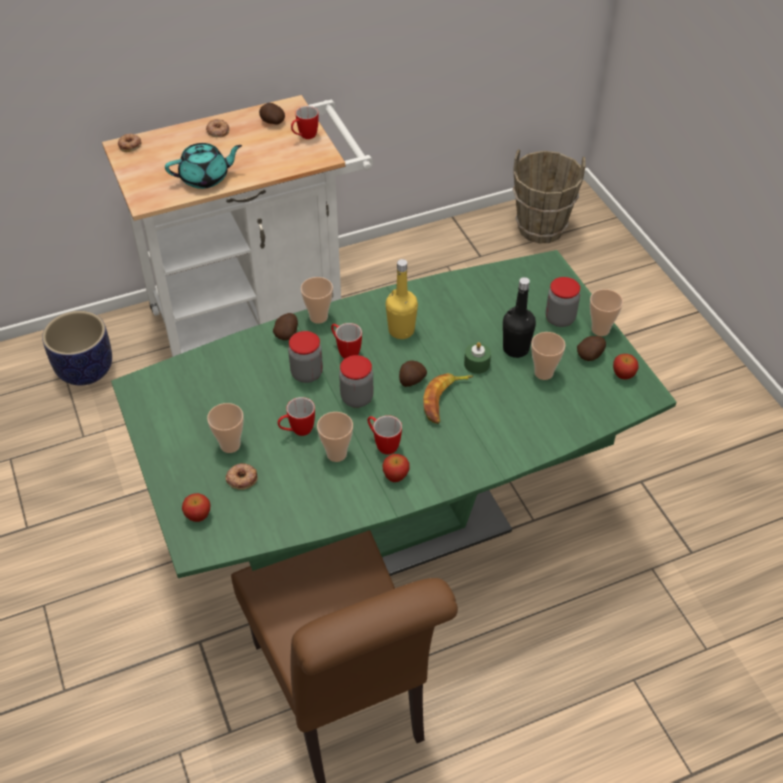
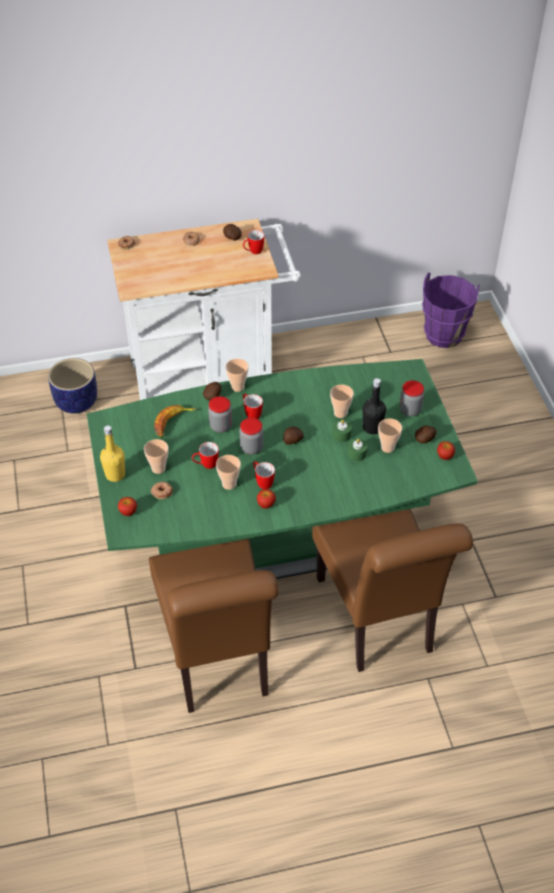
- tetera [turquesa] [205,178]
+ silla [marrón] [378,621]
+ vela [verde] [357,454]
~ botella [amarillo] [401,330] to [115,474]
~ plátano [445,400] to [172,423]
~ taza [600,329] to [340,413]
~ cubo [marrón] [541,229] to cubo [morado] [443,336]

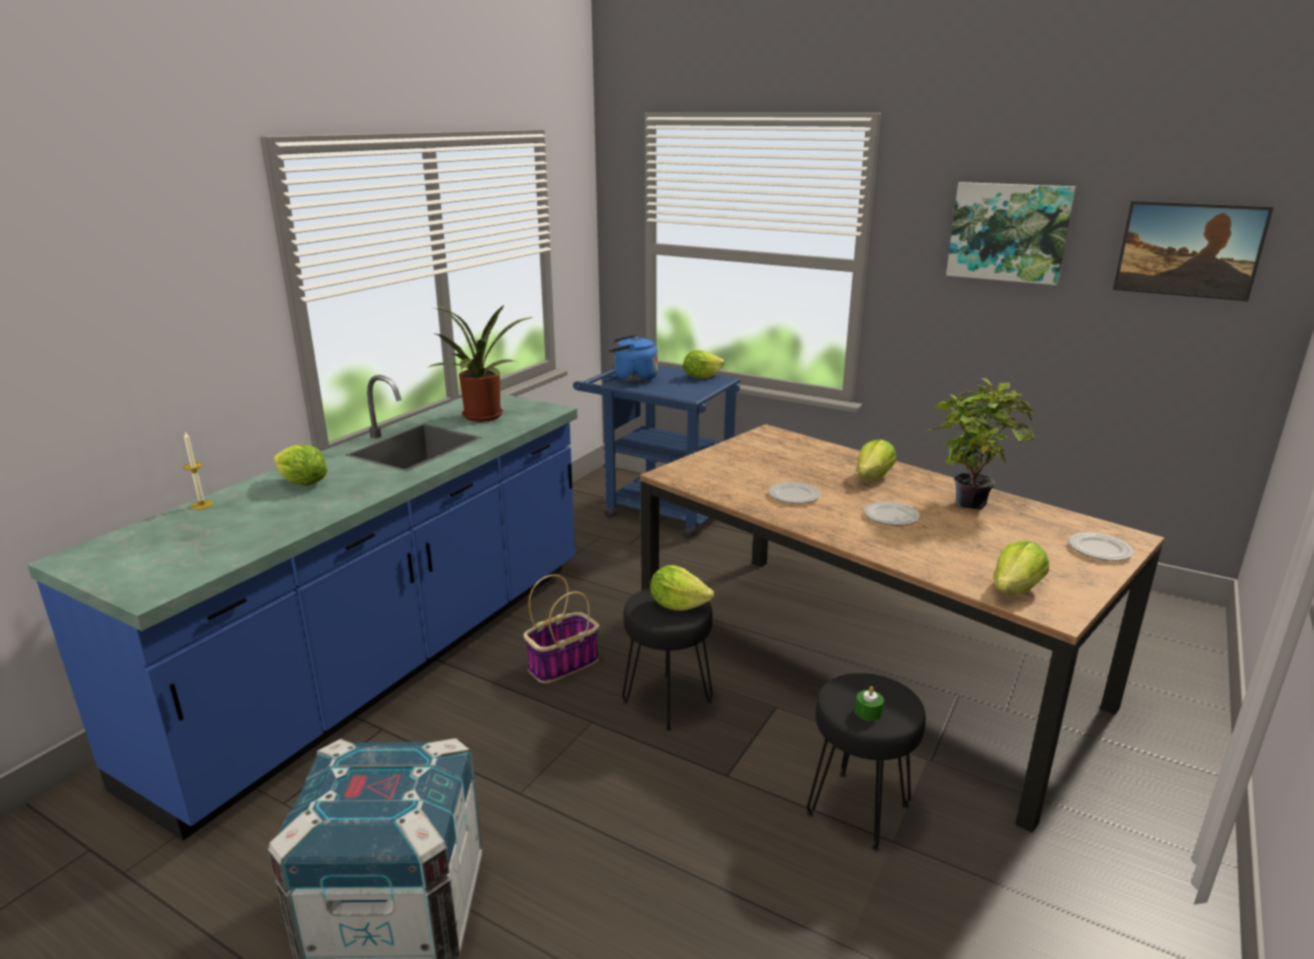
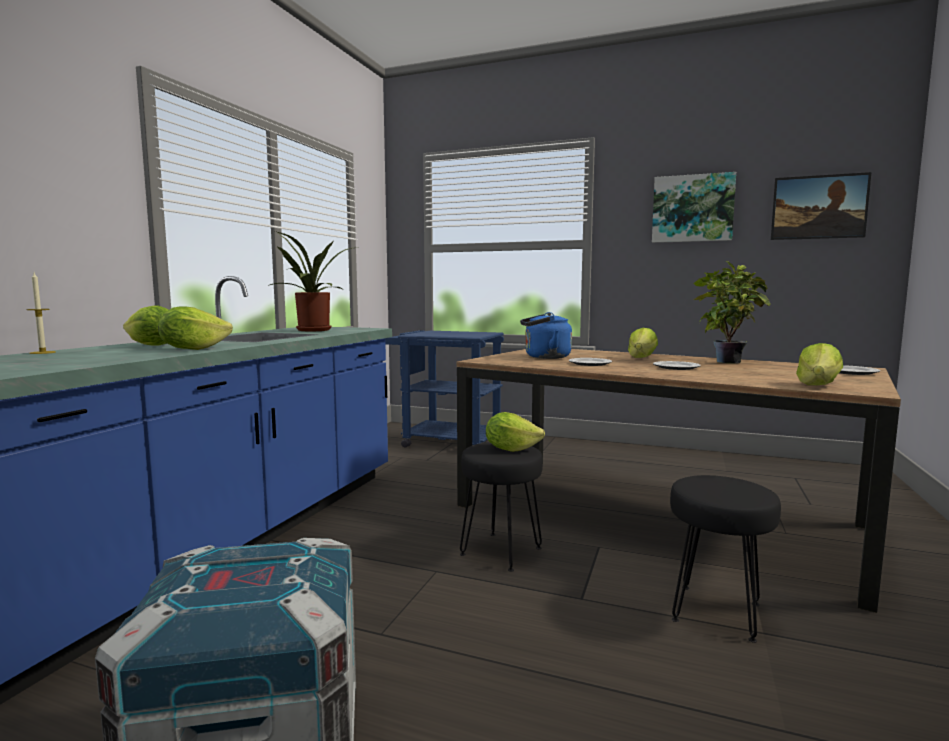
- cesta [563,664]
- vela [verde] [868,712]
~ hervidor [azul] [632,378] to [544,357]
~ lechuga [701,377] to [193,349]

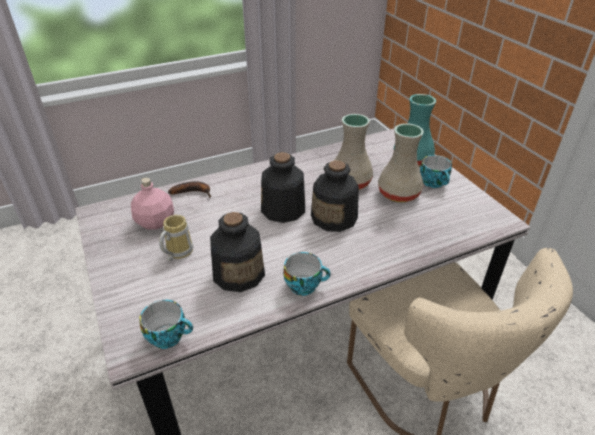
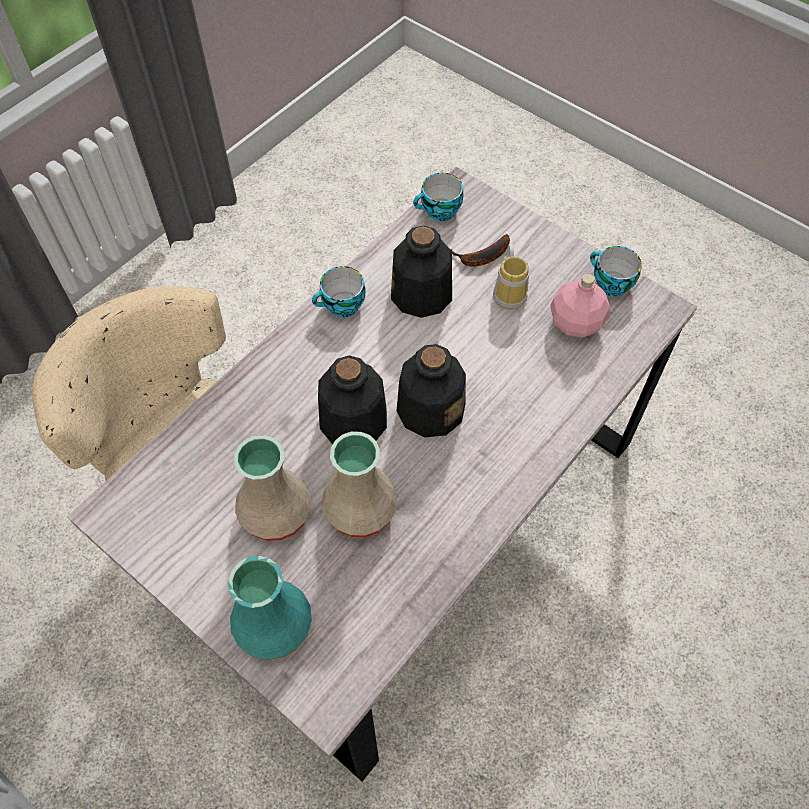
~ plátano [194,192] to [482,257]
~ taza [434,183] to [609,284]

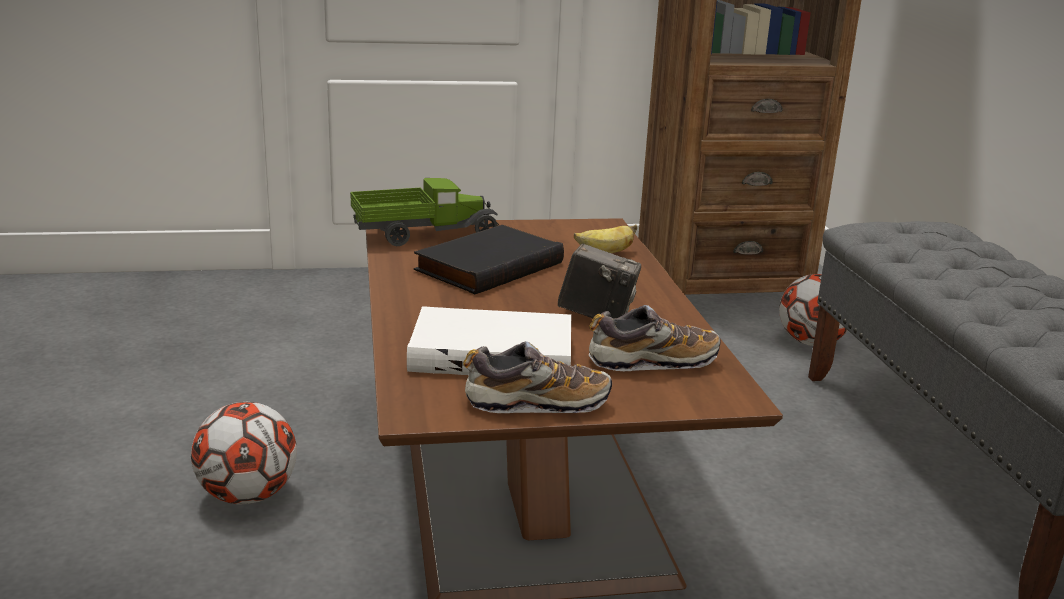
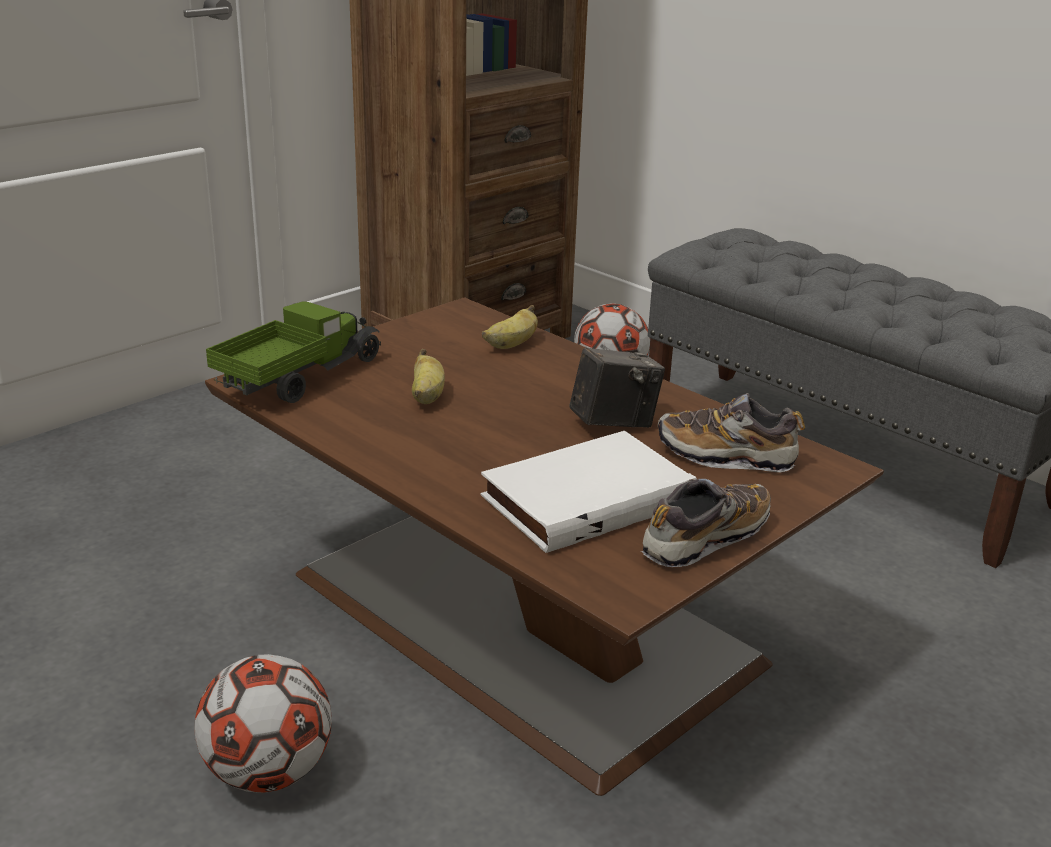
~ libro [negro] [488,266] to plátano [427,397]
~ zapato [652,362] = [726,456] 120 degrees counterclockwise

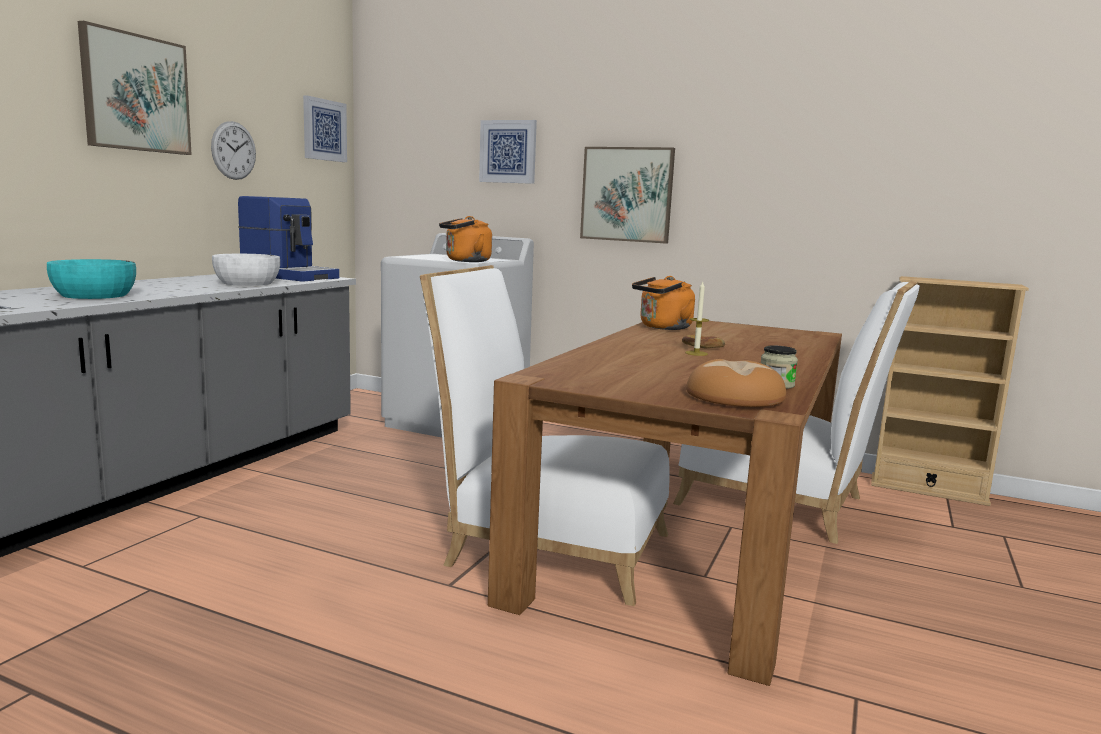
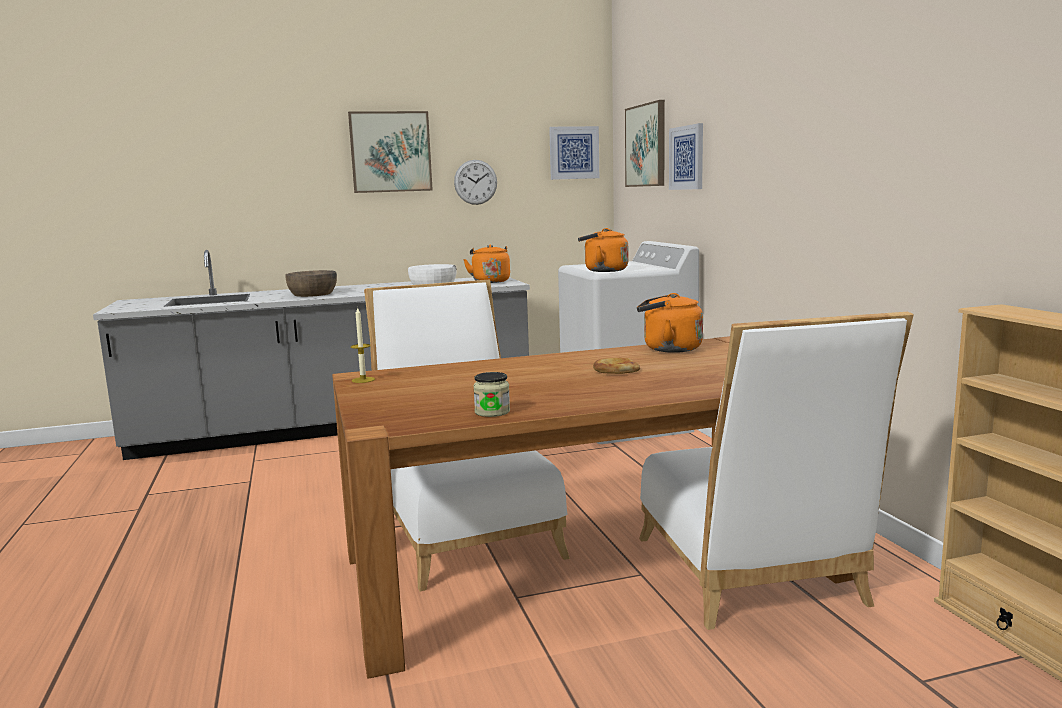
- pan [735,396]
~ cuadro [627,194] to [646,145]
~ vela [696,353] to [363,380]
~ cafetera [290,276] to hervidor [naranja] [490,281]
~ cuenco [turquesa] [94,295] to cuenco [marrón] [313,294]

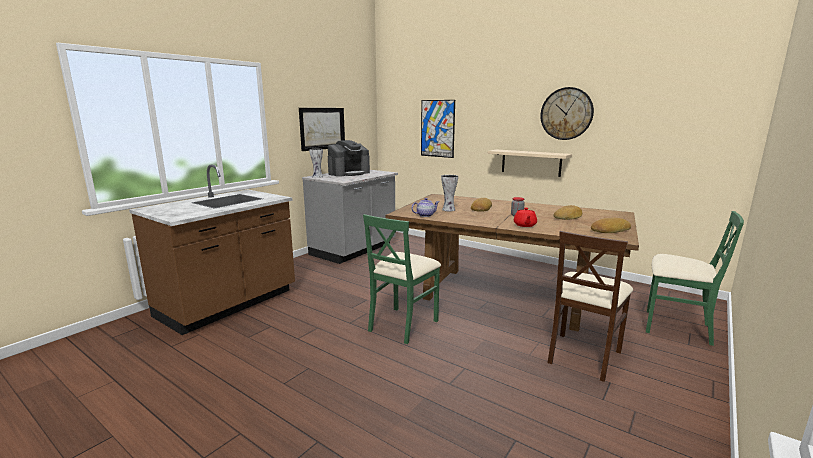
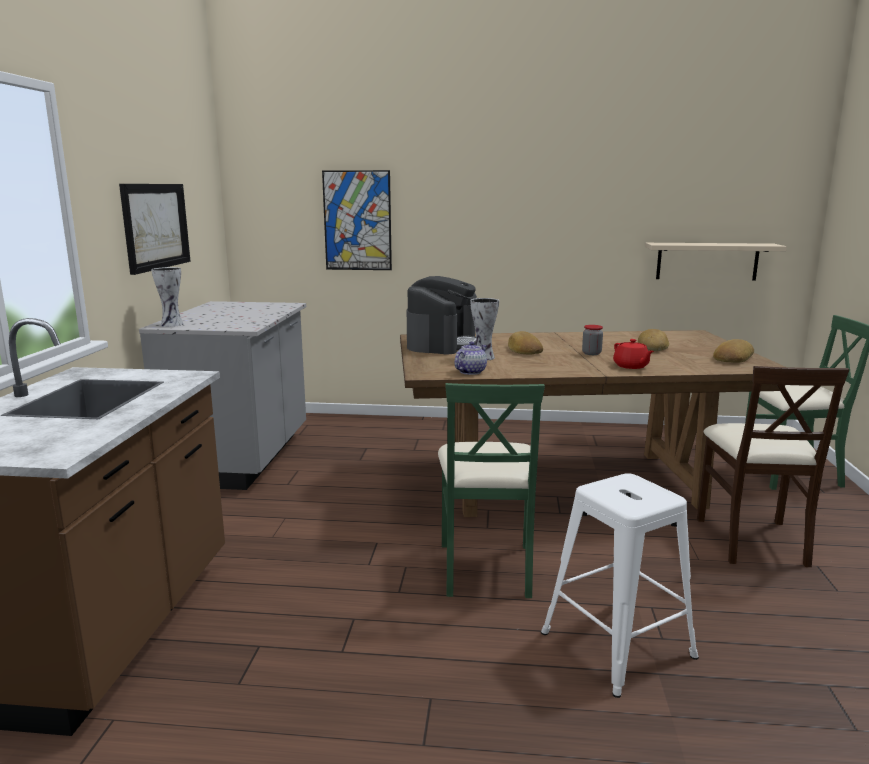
- reloj de pared [566,113]
+ taburete [blanco] [619,645]
~ cafetera [349,173] to [442,344]
~ estante [beis] [531,162] to [707,261]

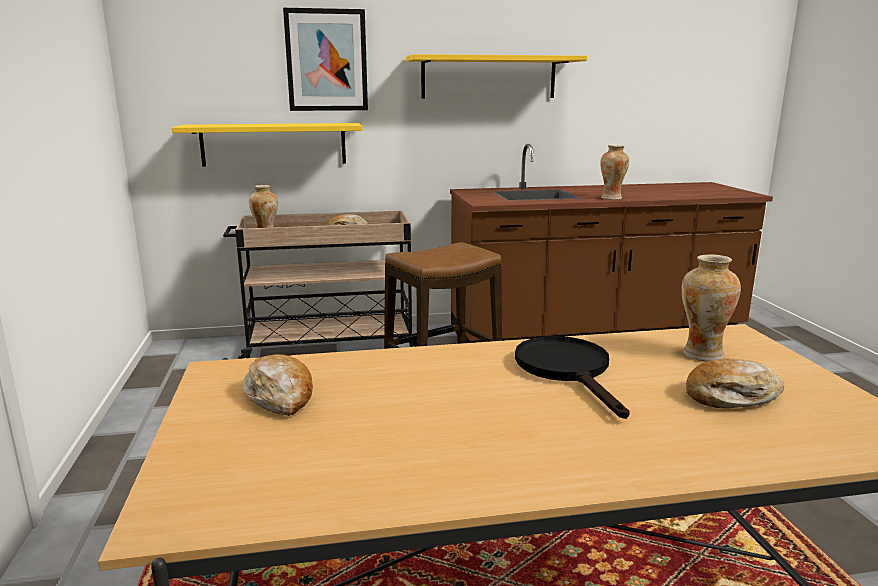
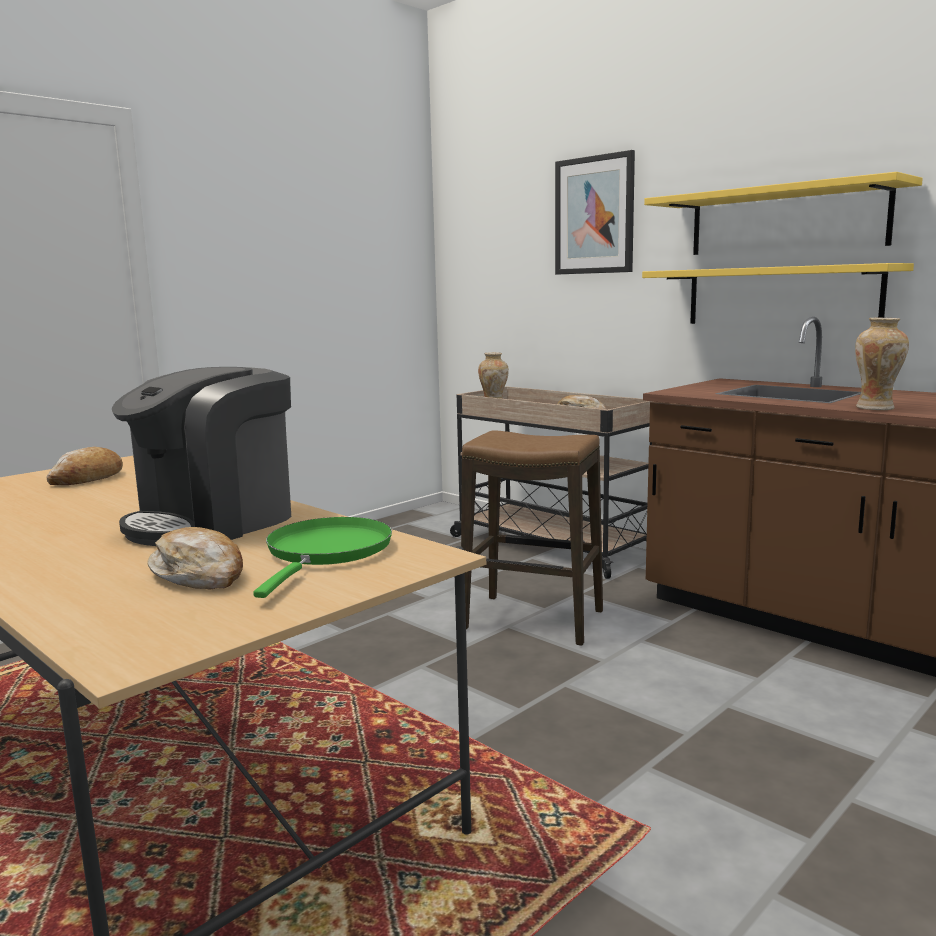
~ estante [amarillo] [274,144] to [781,296]
~ sartén [negro] [568,370] to cafetera [214,521]
~ florero [701,354] to sartén [verde] [326,552]

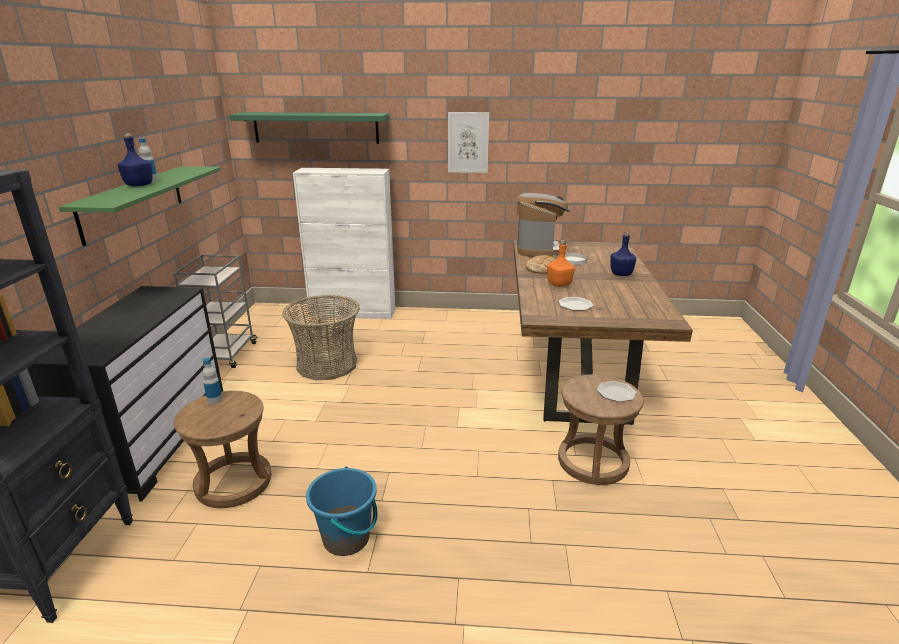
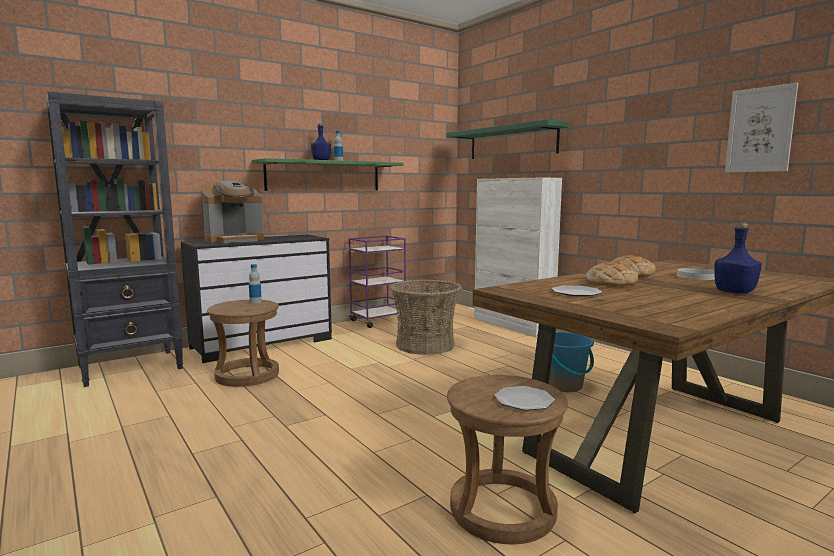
~ cubo [azul] [347,538] to [564,386]
~ cuadro [468,142] to [760,130]
~ cafetera [539,249] to [234,240]
~ botella [naranja] [559,284] to pan [610,282]
~ carrito [gris] [226,355] to carrito [morado] [378,321]

